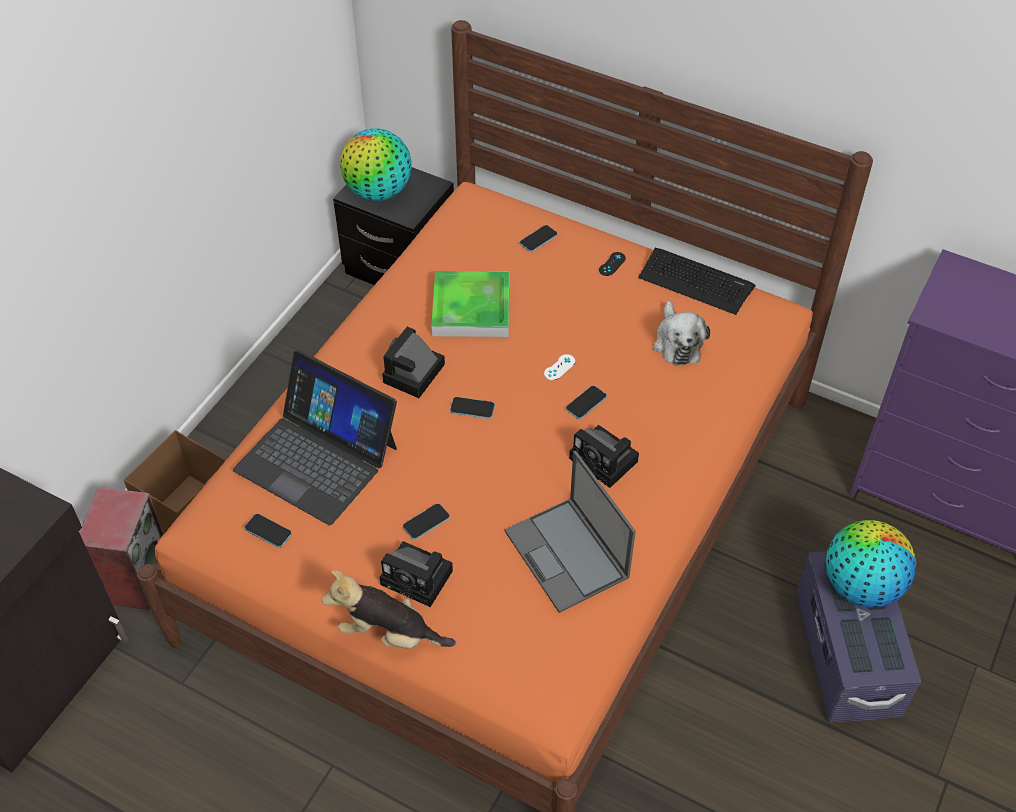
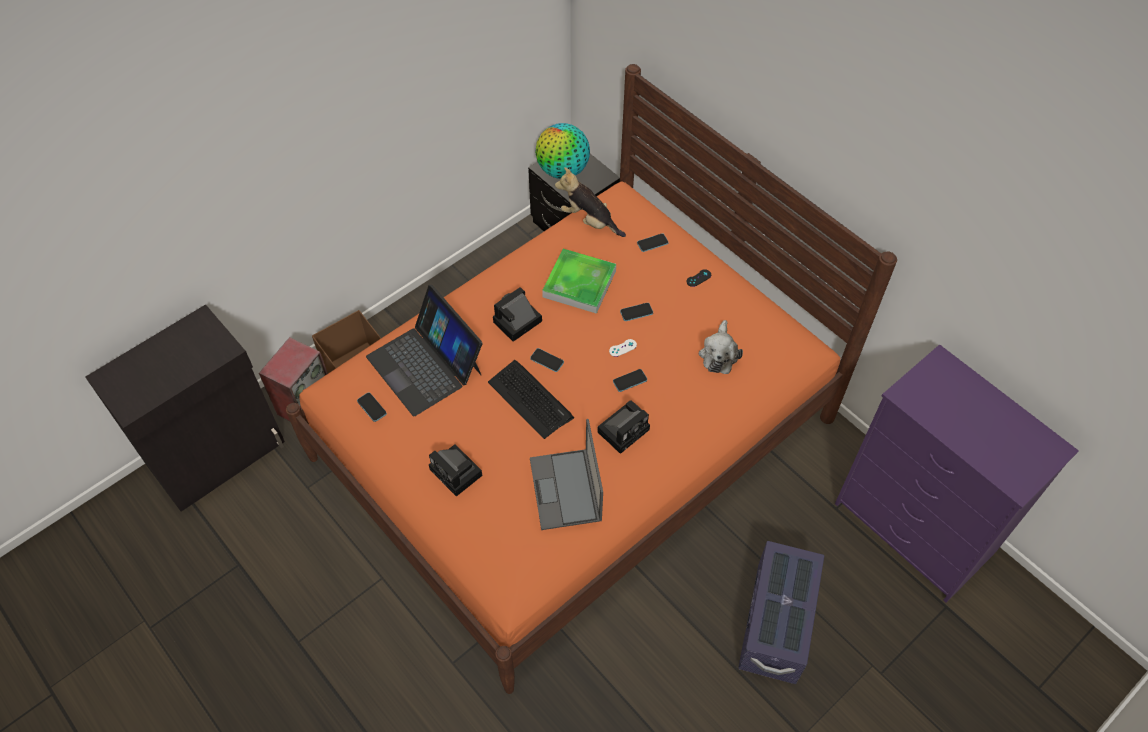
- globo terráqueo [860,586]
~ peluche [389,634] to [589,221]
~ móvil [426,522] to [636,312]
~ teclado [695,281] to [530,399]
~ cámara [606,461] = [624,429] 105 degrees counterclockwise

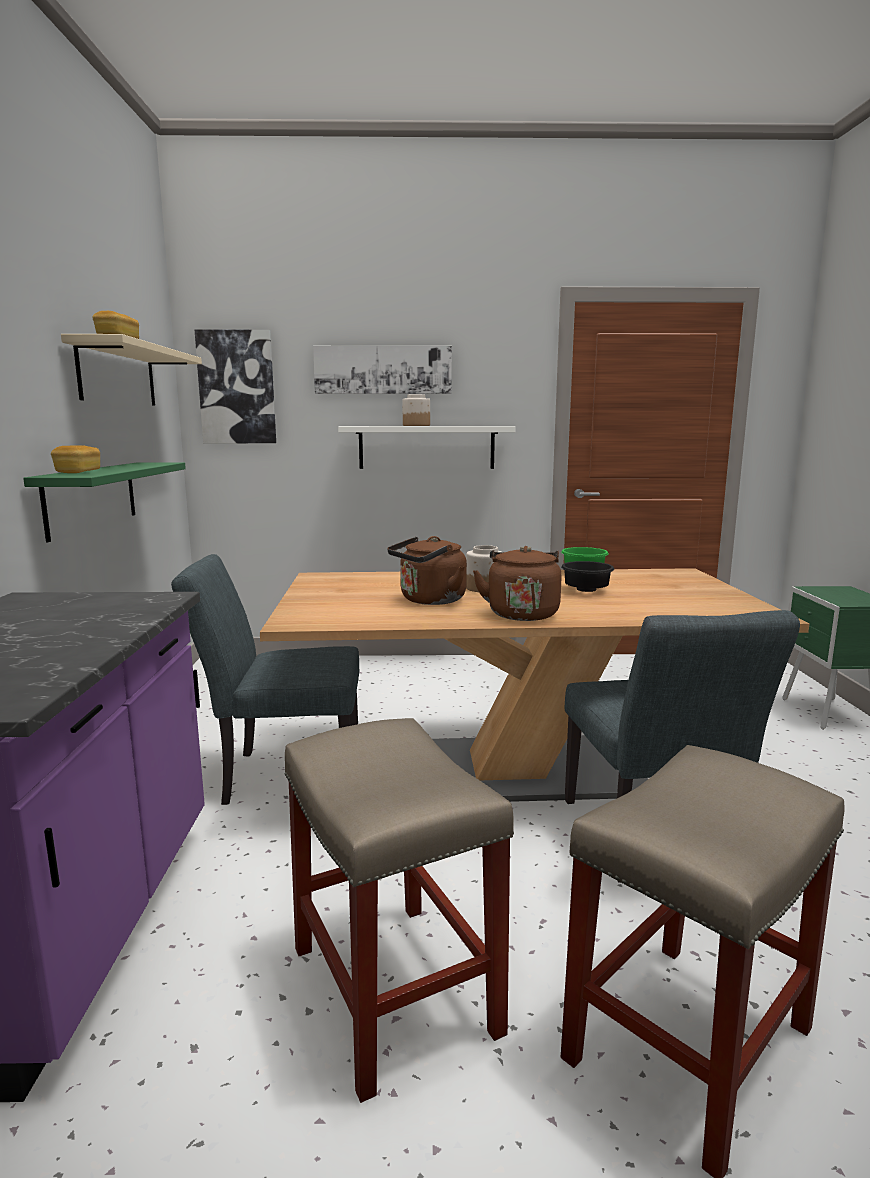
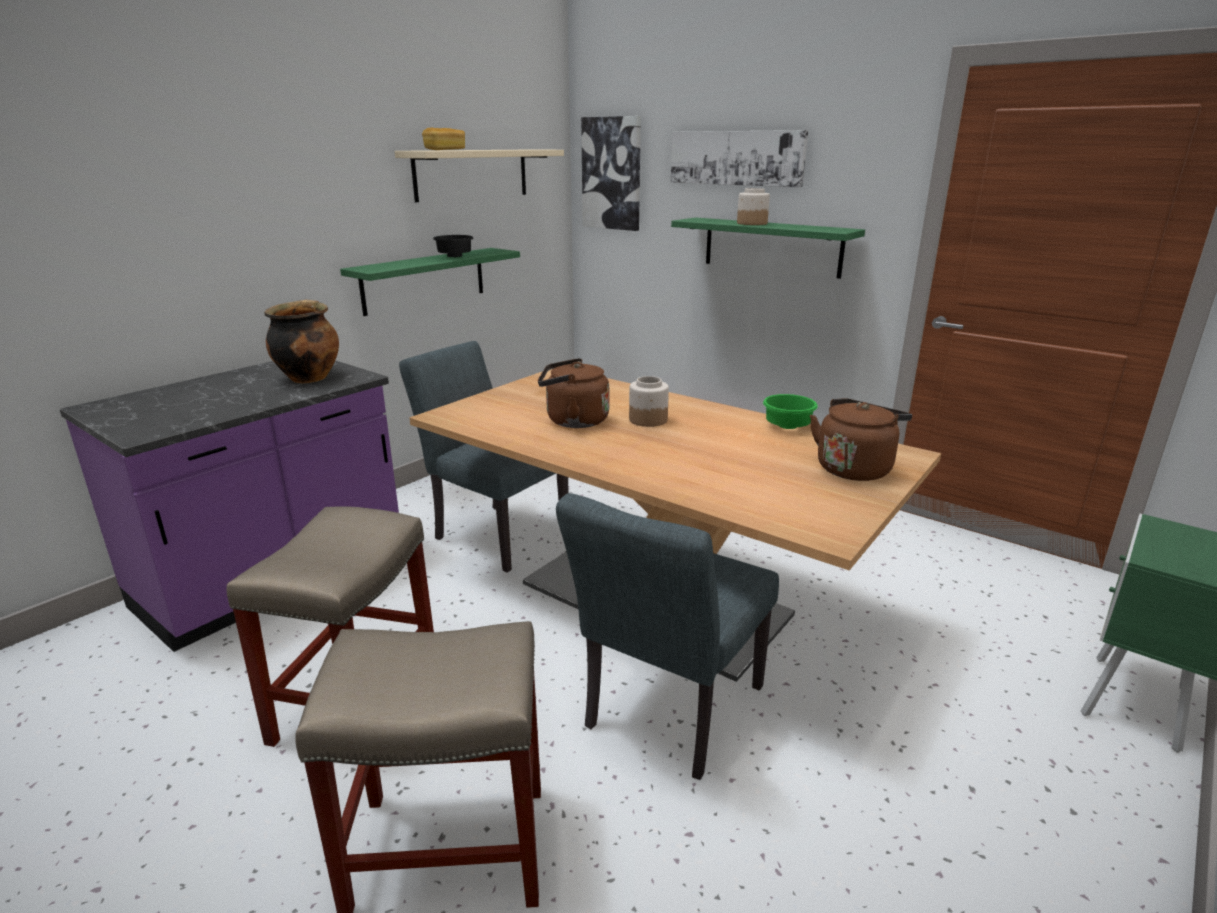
- pan [78,472]
+ olla [309,377]
~ hervidor [marrón] [522,613] to [854,468]
~ cuenco [negro] [586,590] to [456,256]
~ estante [blanco] [426,447] to estante [verde] [771,247]

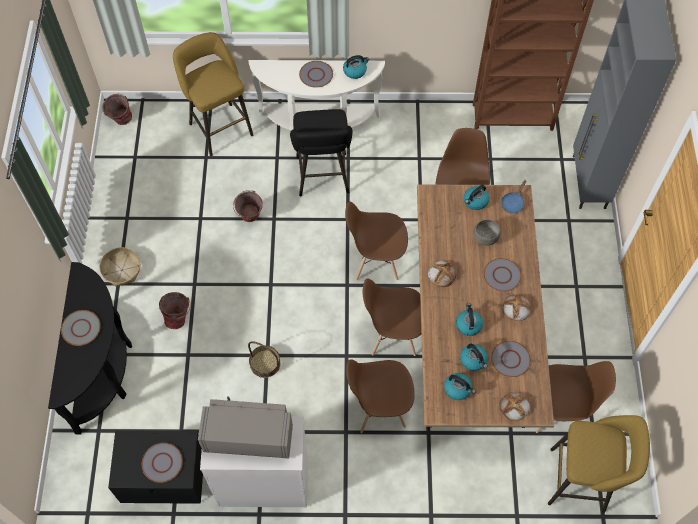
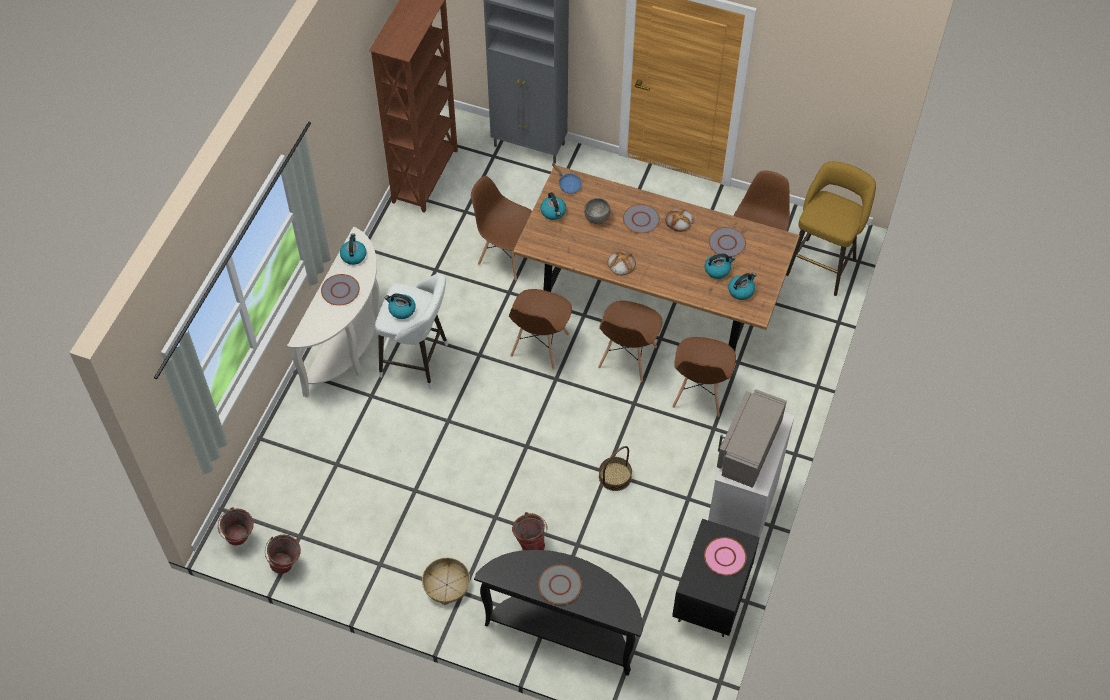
- taburete [amarillo] [219,126]
- pan [514,407]
~ cubo [250,218] to [287,565]
~ hervidor [468,324] to [401,310]
~ plato [gris] [162,463] to plato [rosa] [725,557]
~ taburete [negro] [323,178] to taburete [blanco] [418,361]

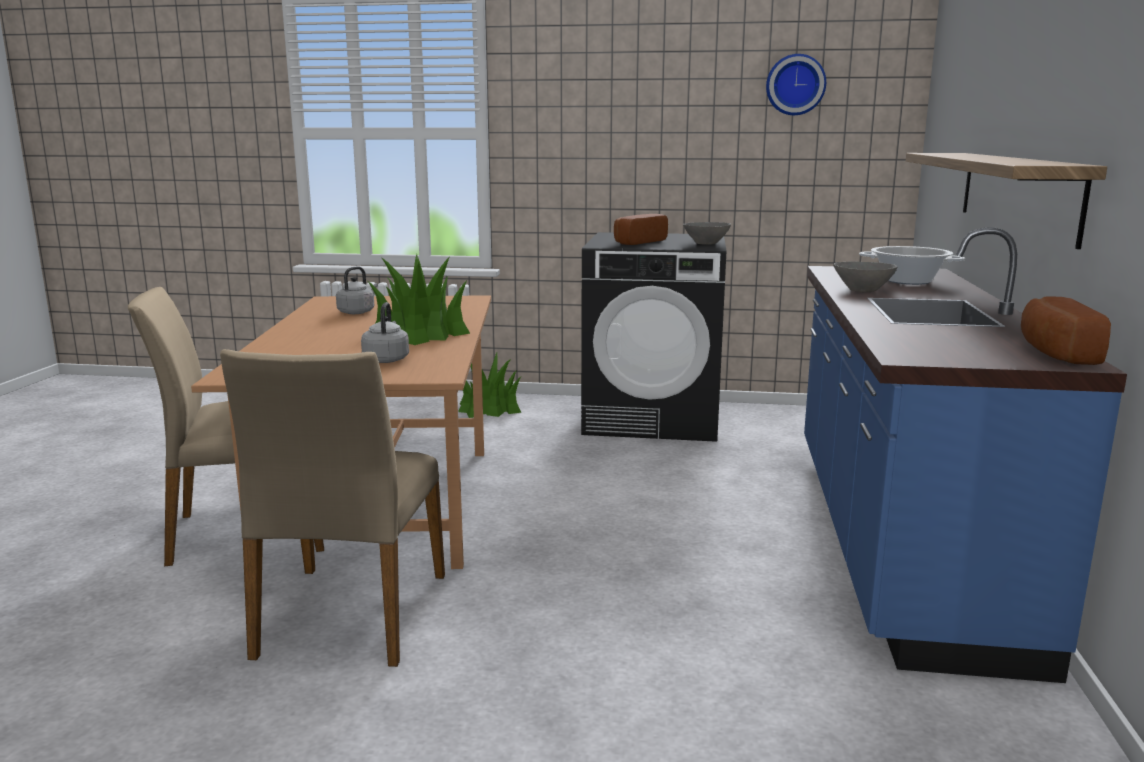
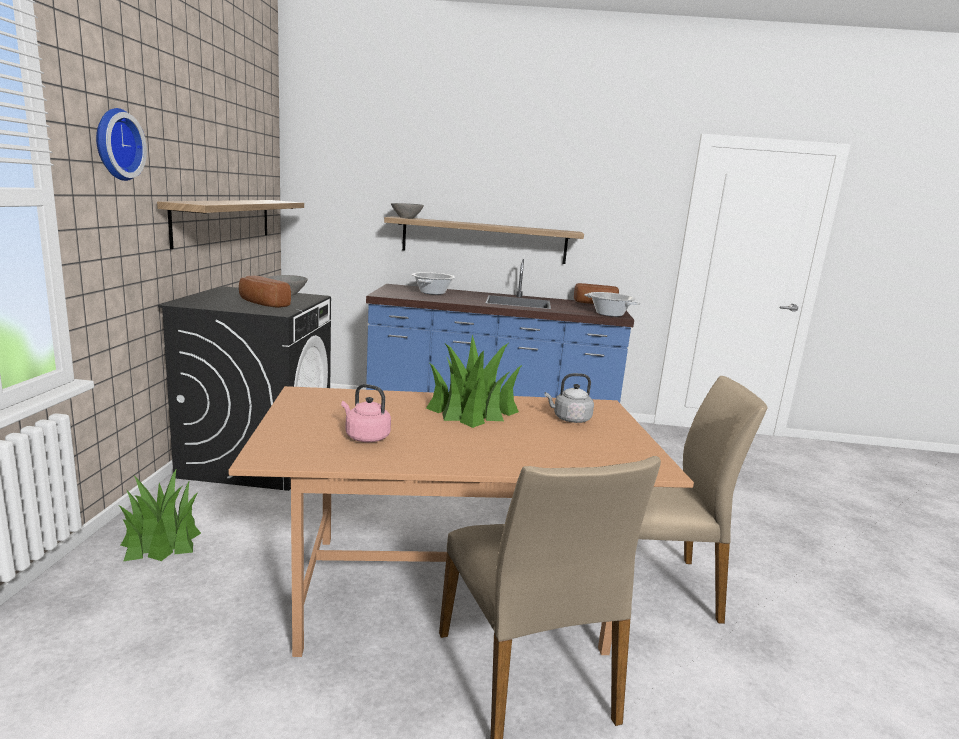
+ estante [224,220]
+ olla [609,314]
~ reloj de pared [795,85] to [115,144]
~ cuenco [gris] [862,290] to [406,218]
~ hervidor [gris] [357,312] to hervidor [rosa] [365,437]

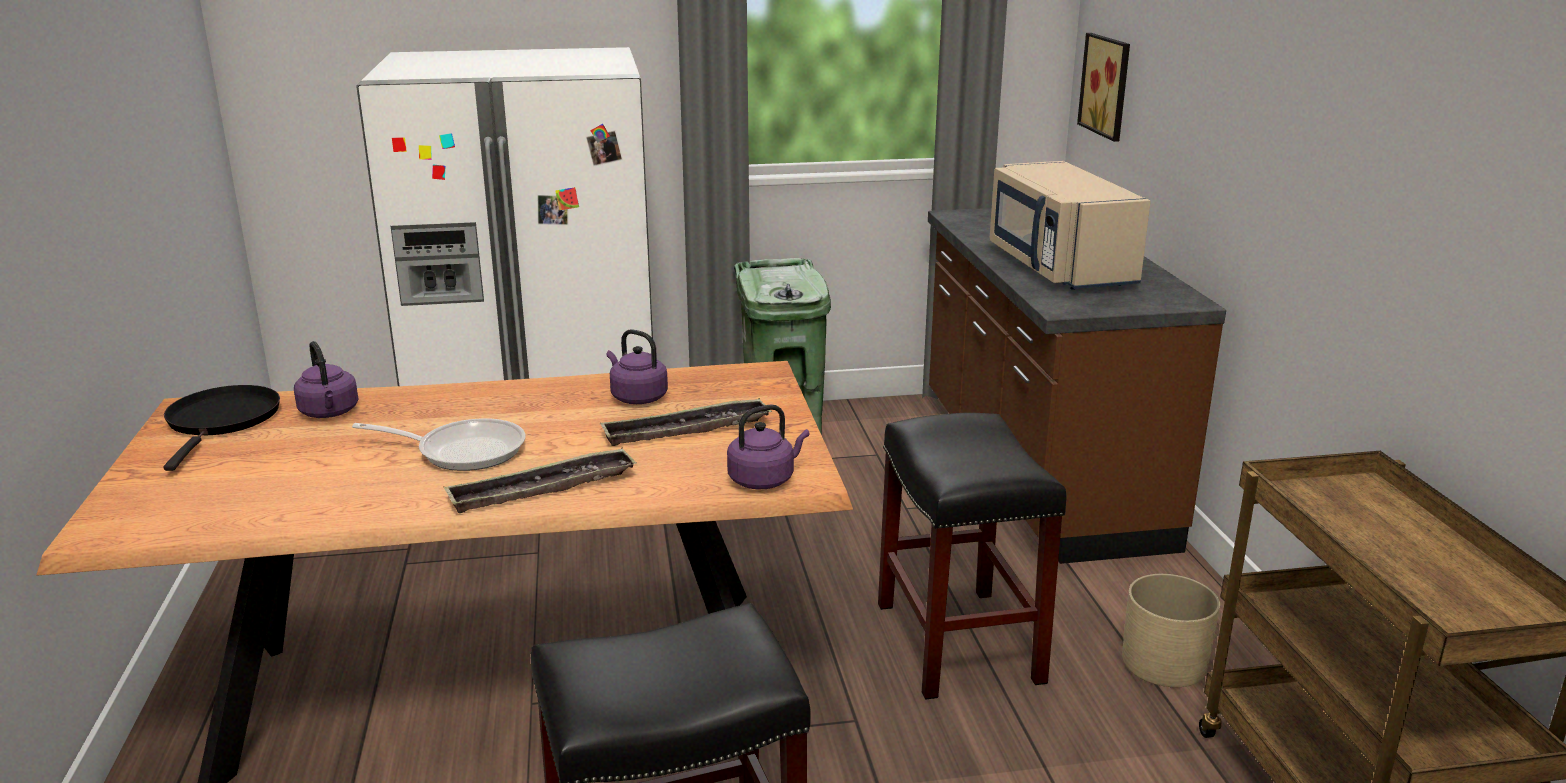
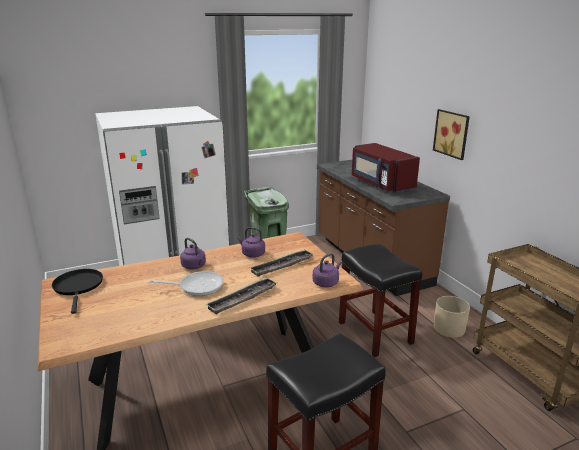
~ hervidor [morado] [330,413] to [194,266]
~ cuadro [1109,85] to [452,133]
~ microondas [beis] [1057,267] to microondas [rojo] [381,184]

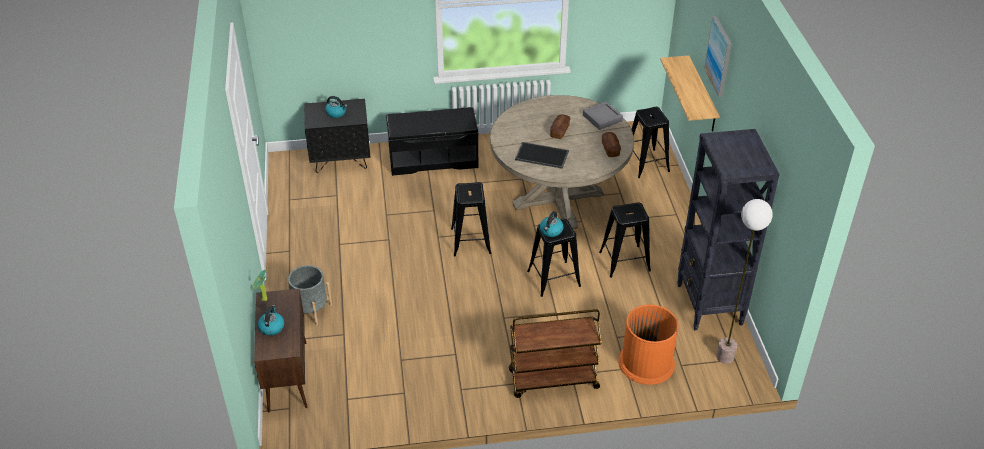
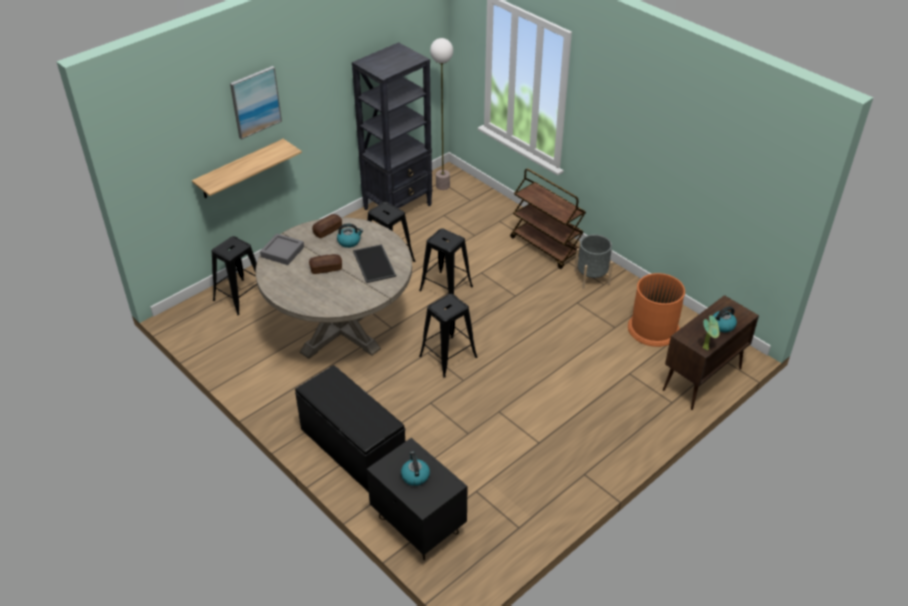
~ maceta [gris] [311,310] to [591,277]
~ hervidor [551,231] to [349,241]
~ papelera [naranja] [646,362] to [653,328]

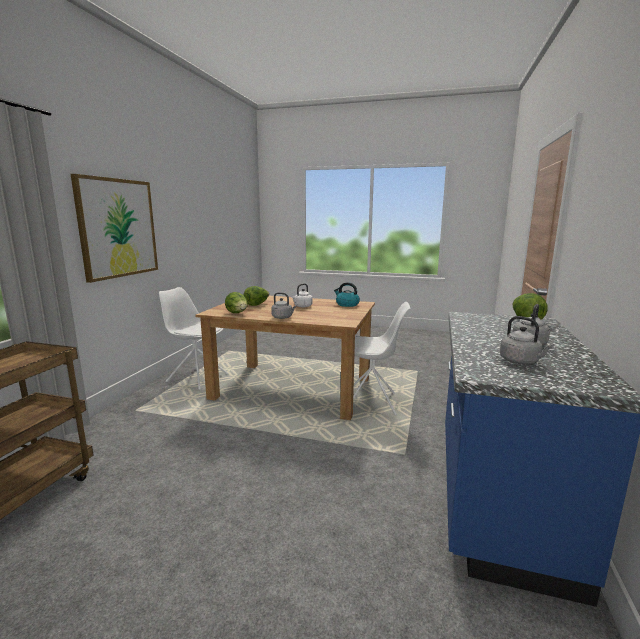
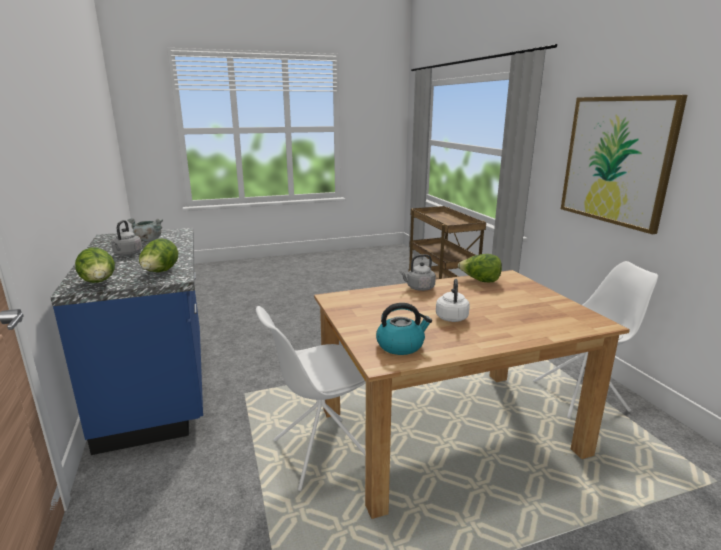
~ lechuga [257,304] to [160,272]
~ hervidor [gris] [521,361] to olla [gris] [147,240]

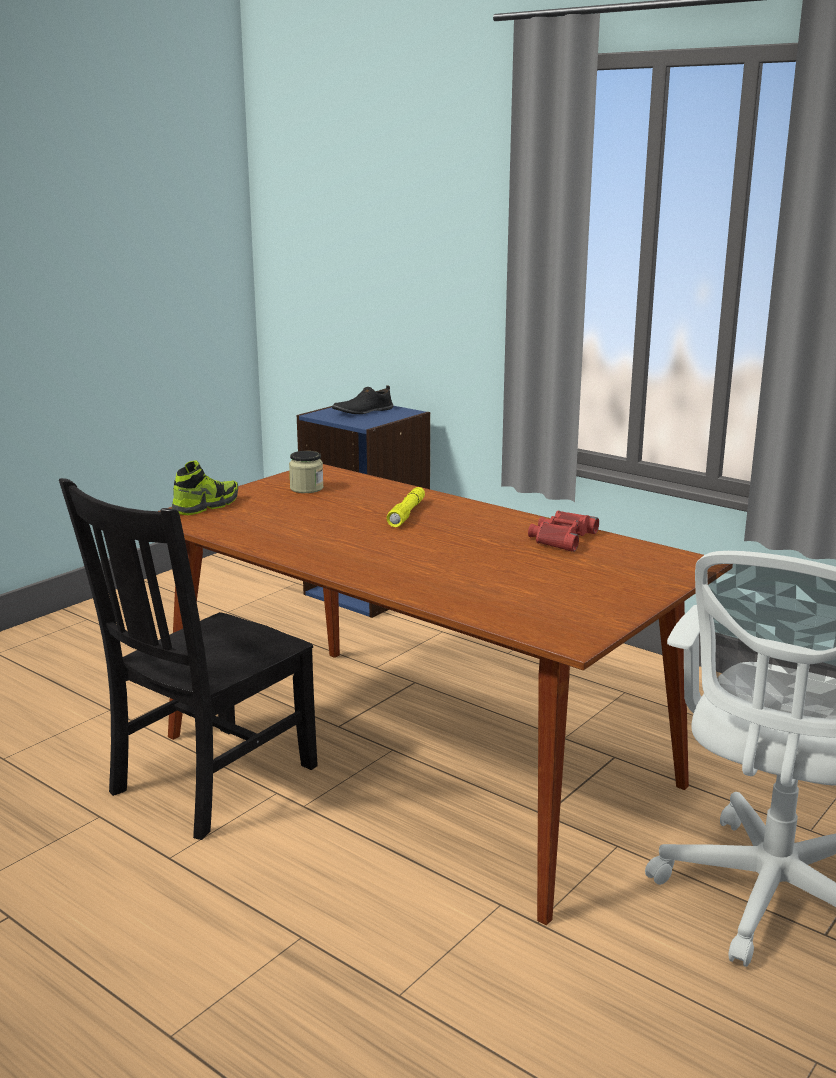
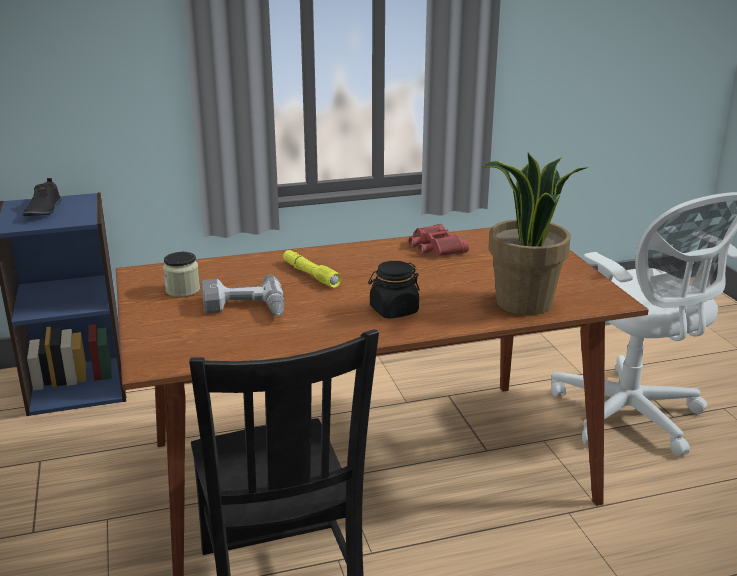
- zapato [206,506]
+ taladro [244,309]
+ tarro [negro] [393,310]
+ planta en maceta [523,304]

